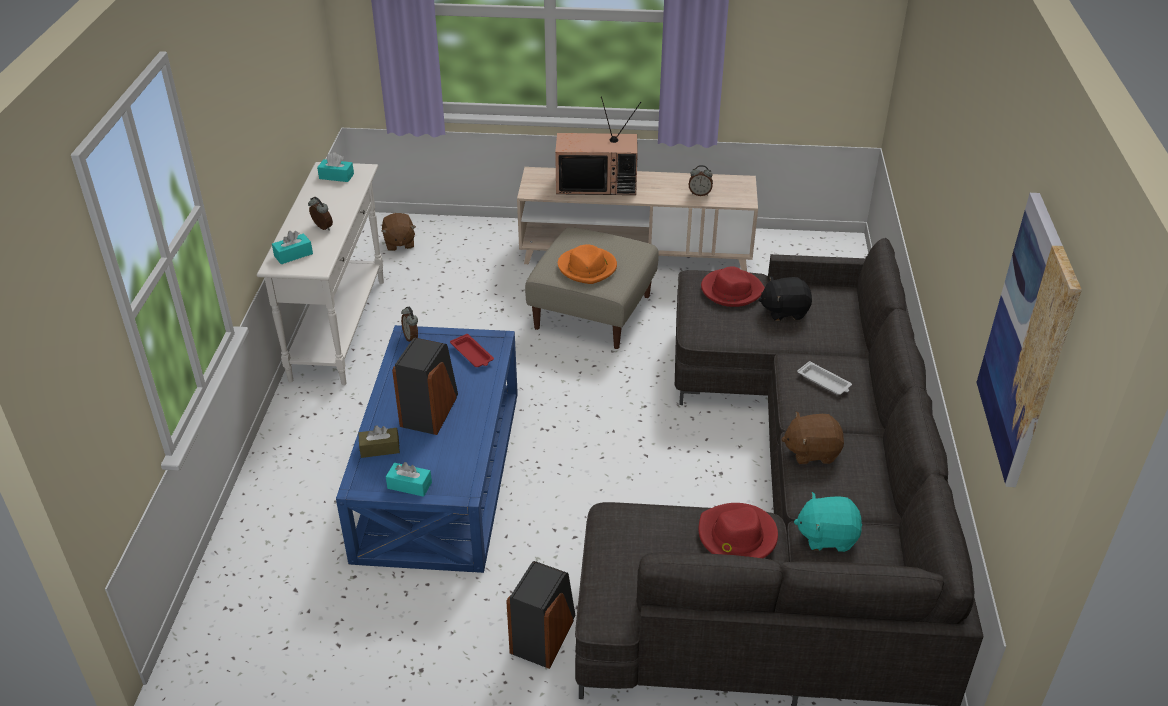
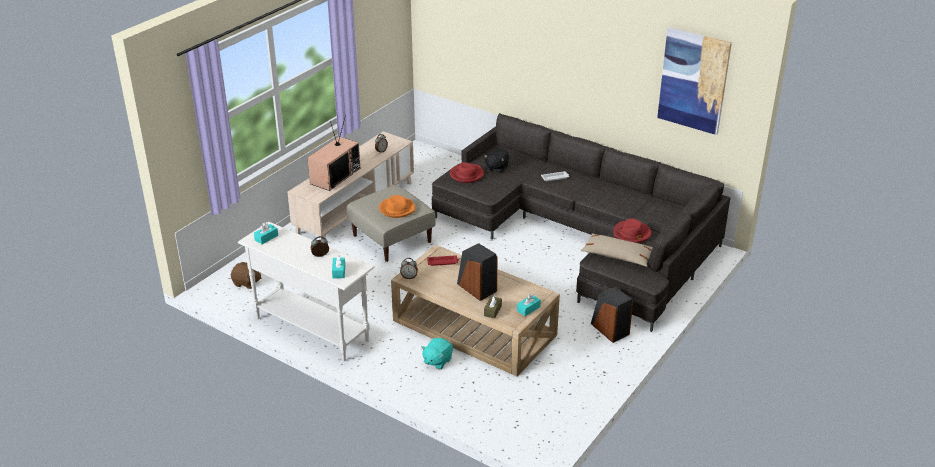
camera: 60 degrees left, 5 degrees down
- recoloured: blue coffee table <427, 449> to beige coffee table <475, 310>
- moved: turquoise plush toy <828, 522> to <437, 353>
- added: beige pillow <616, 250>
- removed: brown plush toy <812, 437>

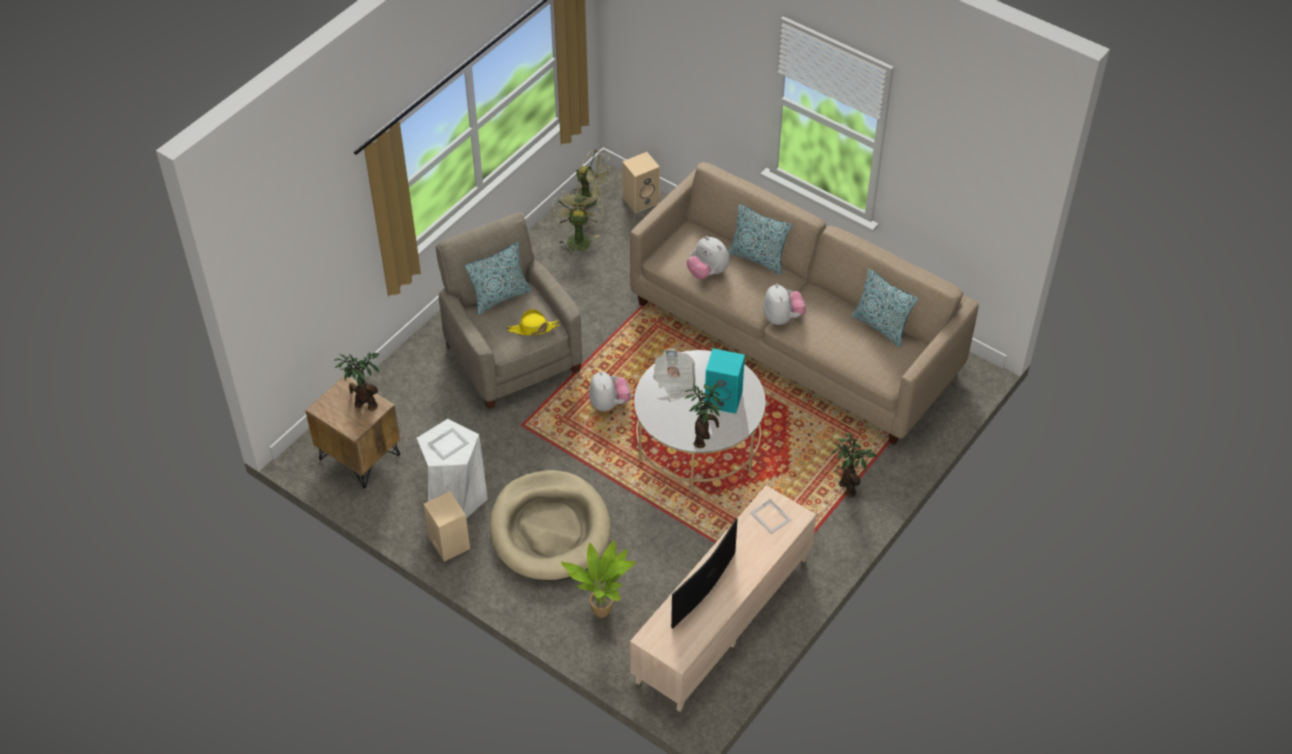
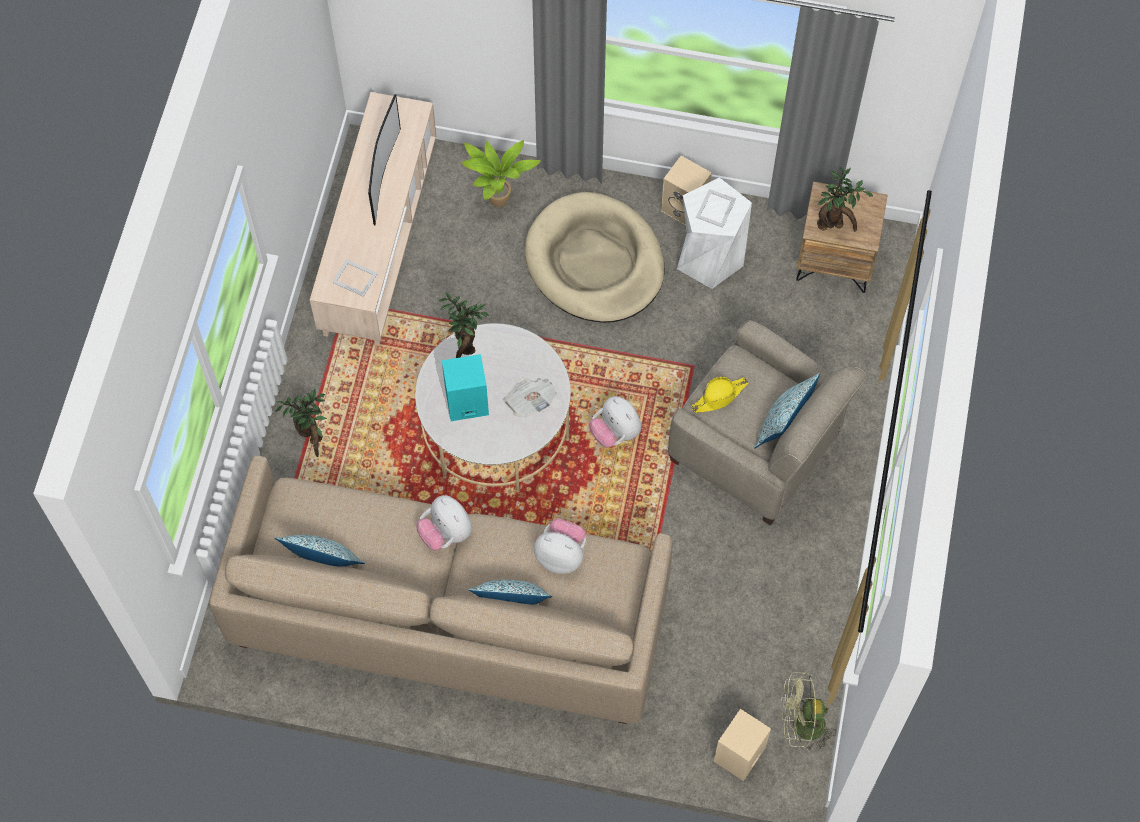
camera: 155 degrees right, 15 degrees up
- removed: green fan <578, 223>

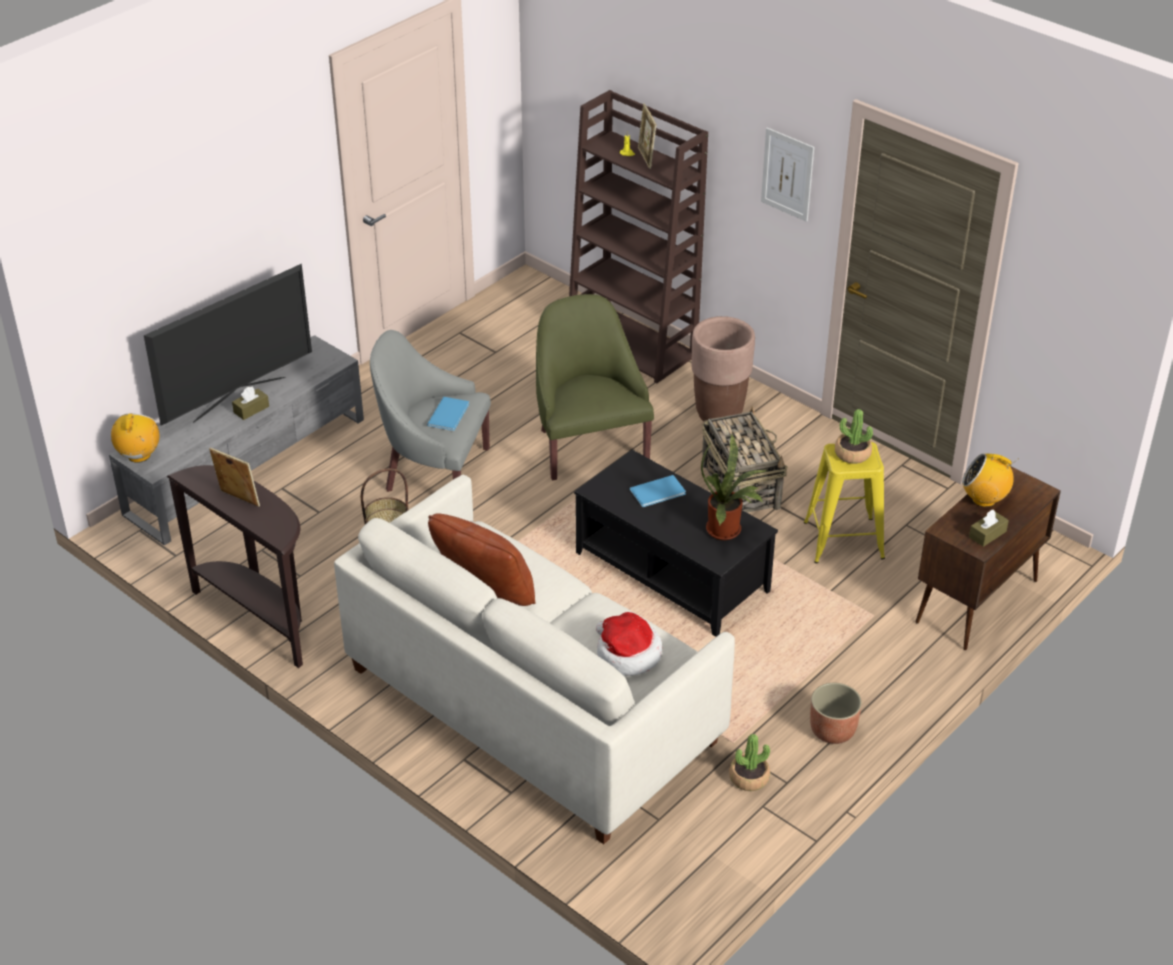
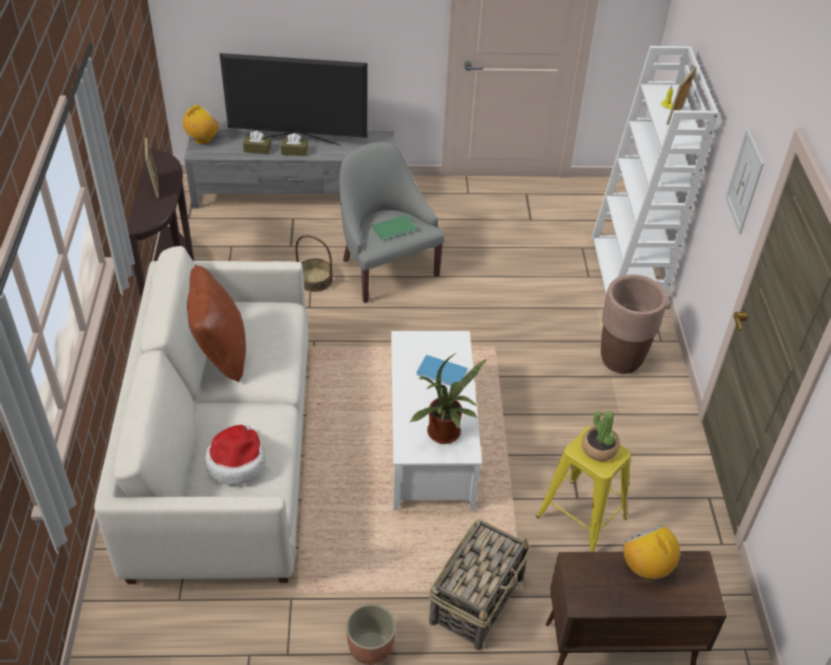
camera: 45 degrees right, 5 degrees up
- moved: brown tissue box <989, 528> to <257, 142>
- recoloured: blue book <448, 414> to green book <394, 228>
- recoloured: black coffee table <676, 543> to white coffee table <436, 420>
- moved: basket <744, 459> to <479, 585>
- recoloured: brown bookcase <638, 236> to white bookcase <655, 172>
- removed: green armchair <595, 387>
- removed: potted plant <749, 762>

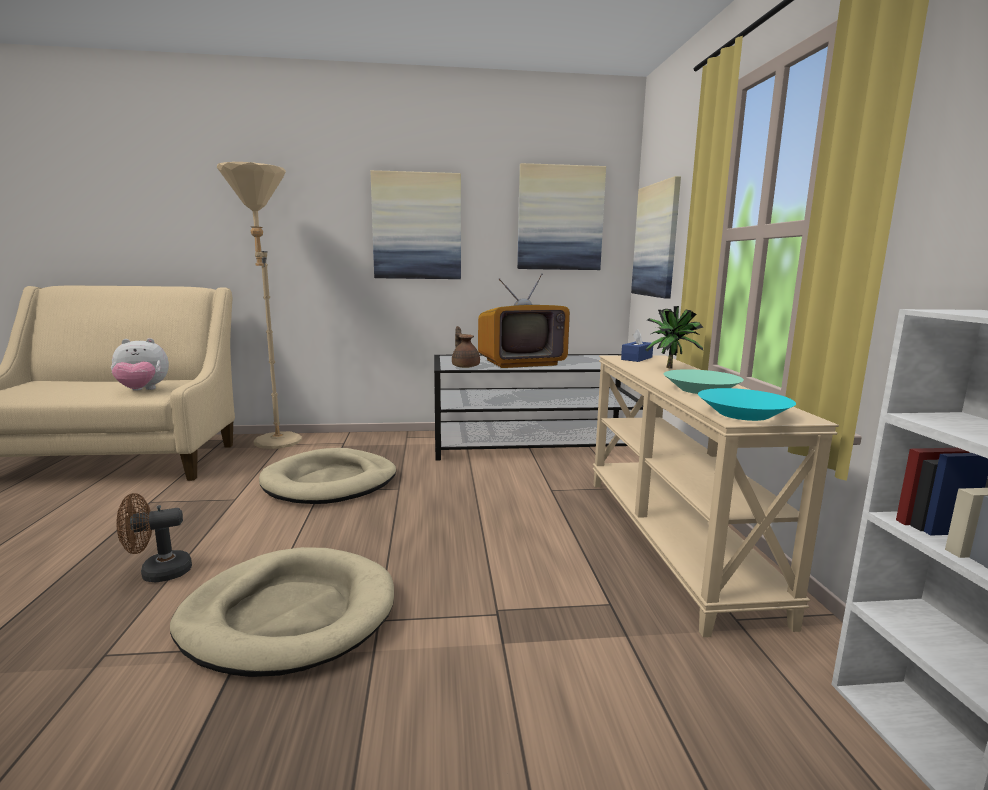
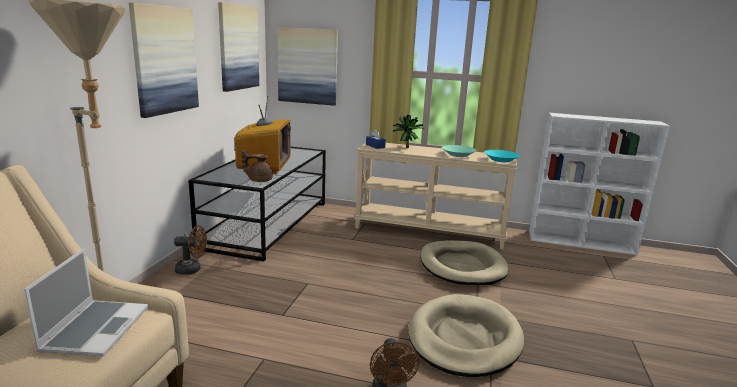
camera: 70 degrees left, 5 degrees up
- replaced: plush toy <140, 364> to laptop <86, 302>
- added: brown fan <190, 250>
- moved: beige dog bed <327, 476> to <464, 262>

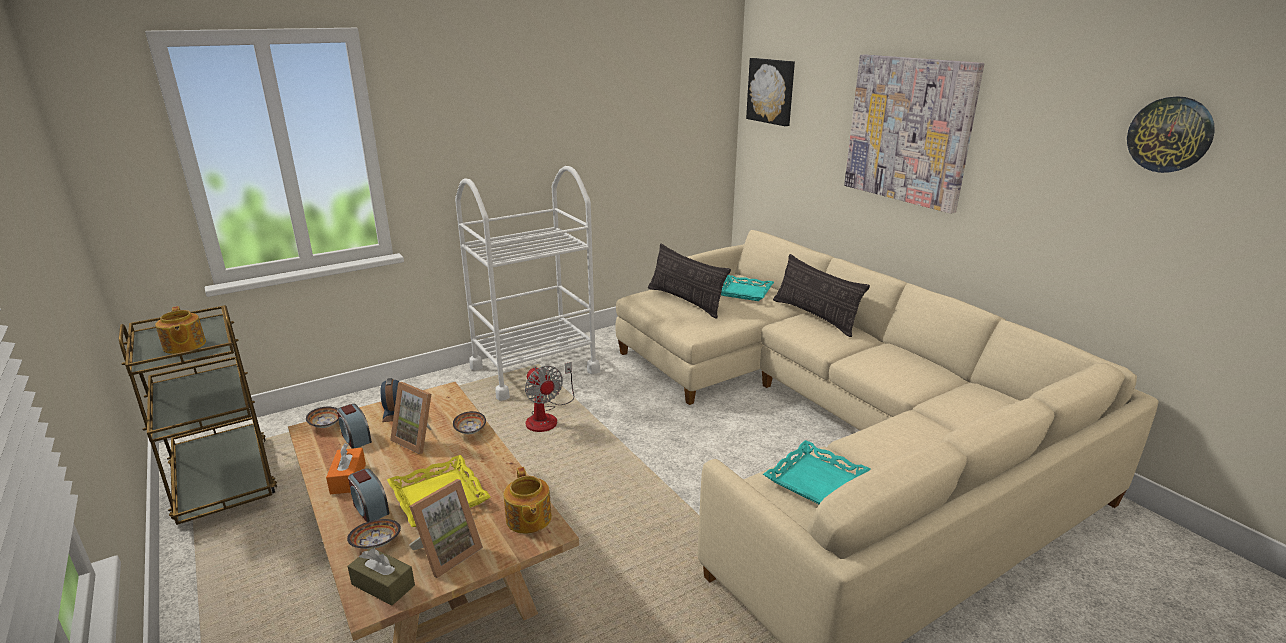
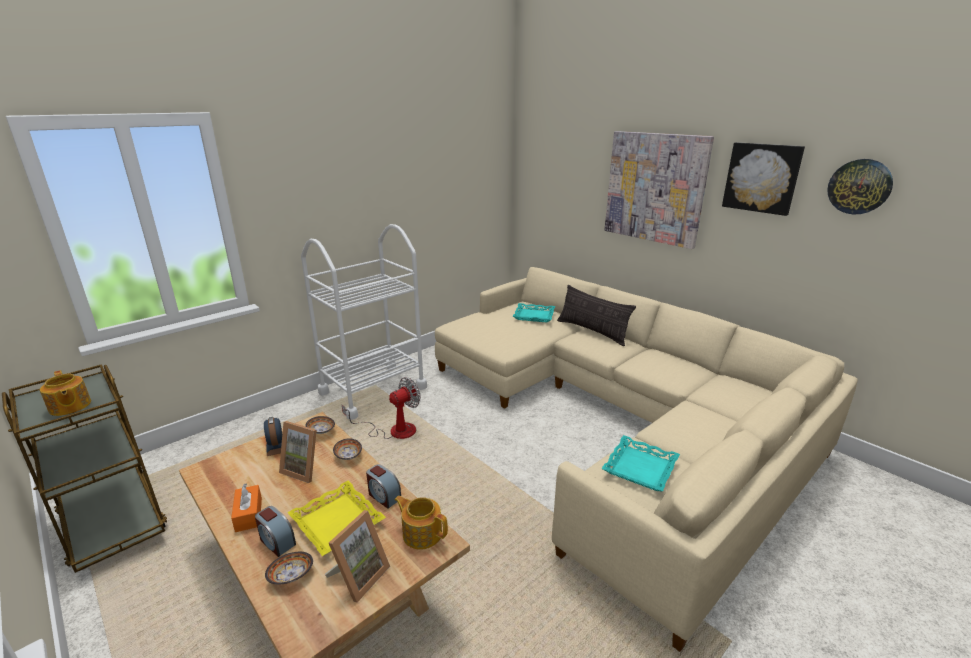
camera: 10 degrees left, 0 degrees up
- moved: bowl <322, 417> to <320, 425>
- turned: fan <550, 397> = <381, 408> 90 degrees counterclockwise
- moved: alarm clock <354, 426> to <383, 486>
- turned: teapot <527, 500> = <421, 522> 150 degrees clockwise
- moved: picture <770, 92> to <763, 179>
- removed: brown tissue box <381, 576>
- removed: pillow <689, 281>

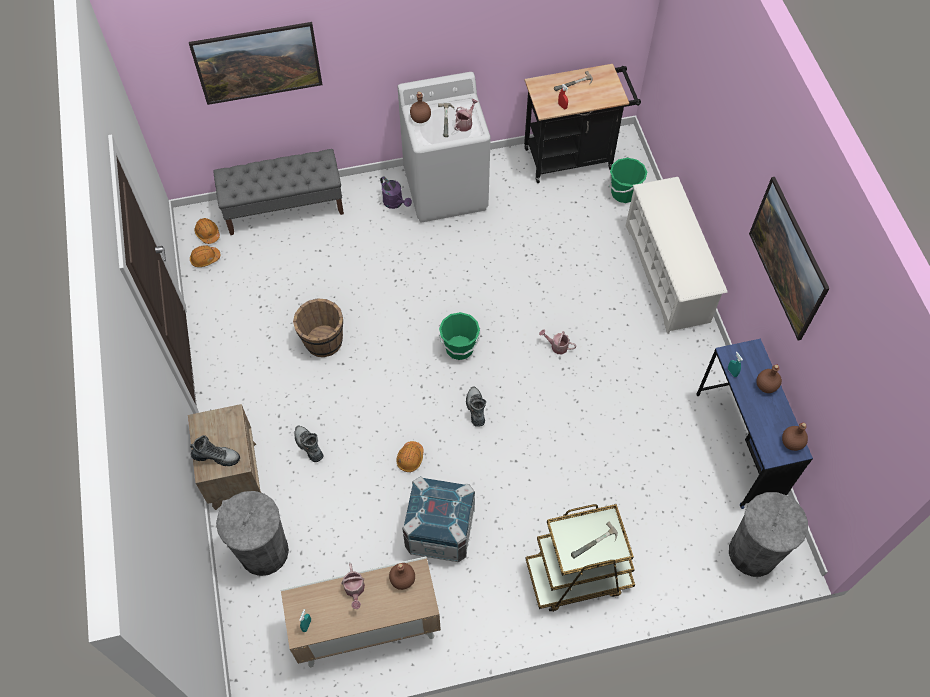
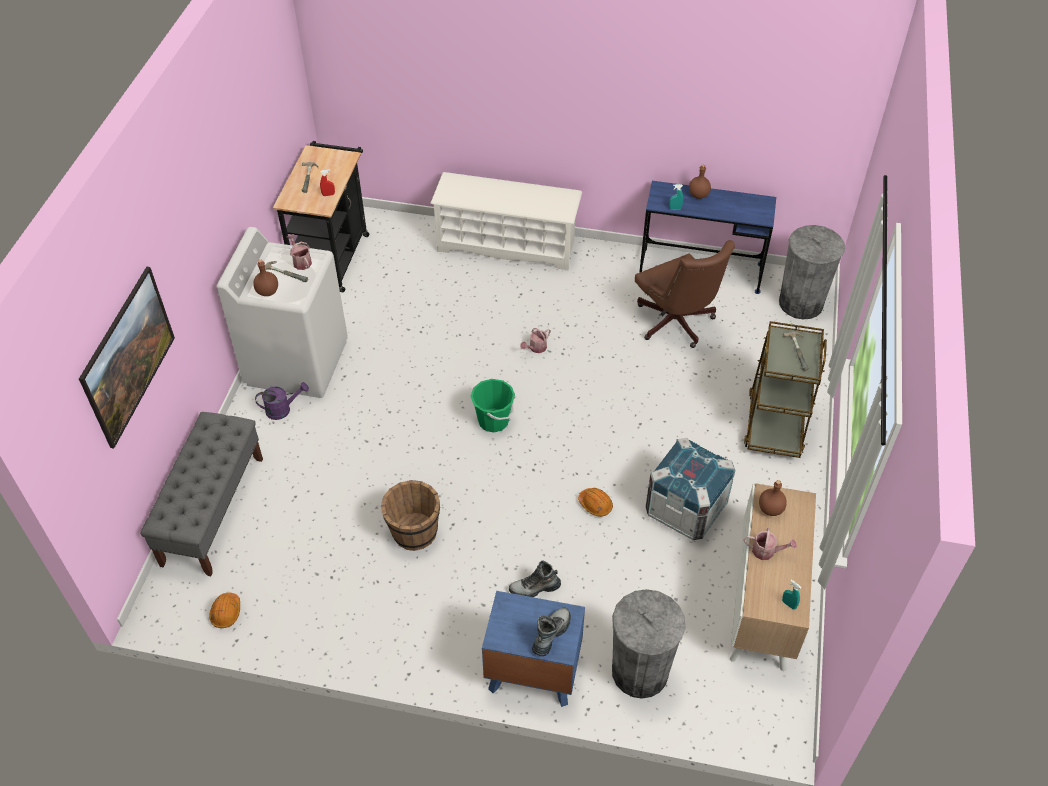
camera: 65 degrees left, 10 degrees down
- recoloured: brown nightstand <224, 457> to blue nightstand <533, 649>
- added: brown office chair <685, 294>
- removed: orange hard hat <207, 231>
- removed: boot <476, 406>
- removed: green bucket <628, 180>
- removed: picture <789, 258>
- removed: brown bottle <795, 437>

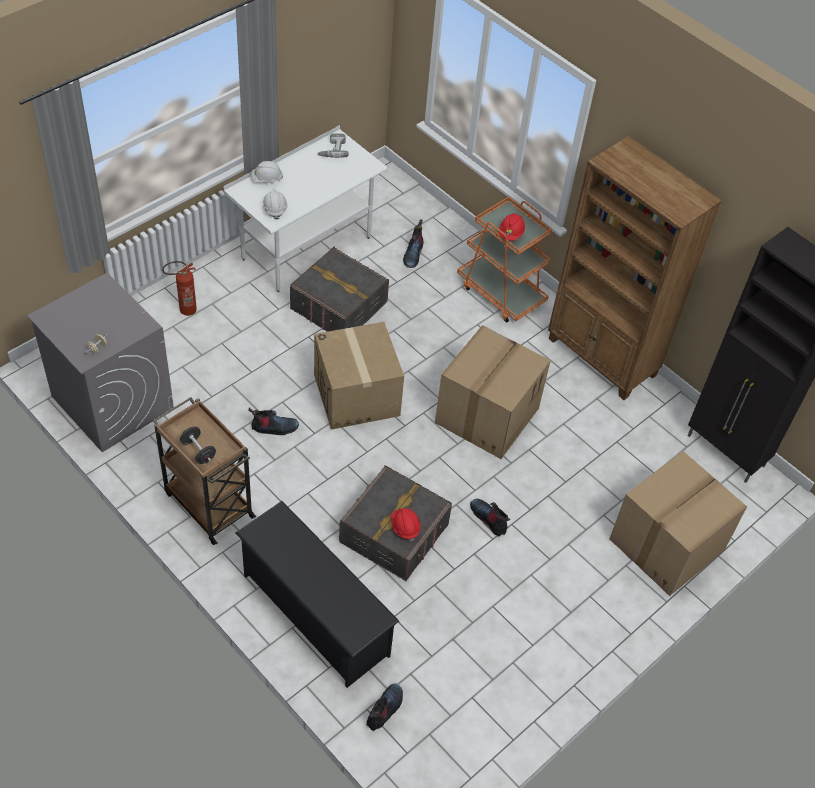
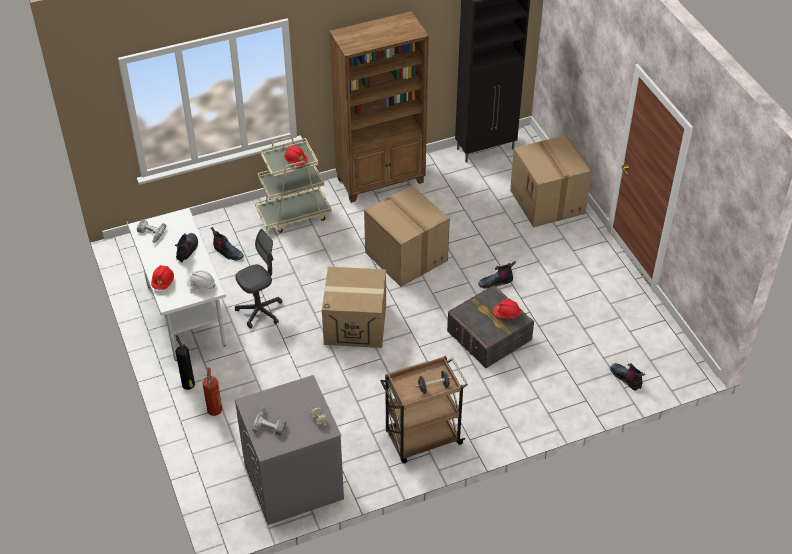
camera: 65 degrees left, 5 degrees down
- recoloured: white hard hat <267, 172> to red hard hat <162, 277>
- moved: boot <273, 421> to <186, 247>
- added: fire extinguisher <185, 362>
- replaced: grey storage box <339, 289> to grey office chair <258, 279>
- added: power drill <269, 421>
- recoloured: orange cart <504, 259> to beige cart <293, 185>
- removed: black shoe rack <317, 594>

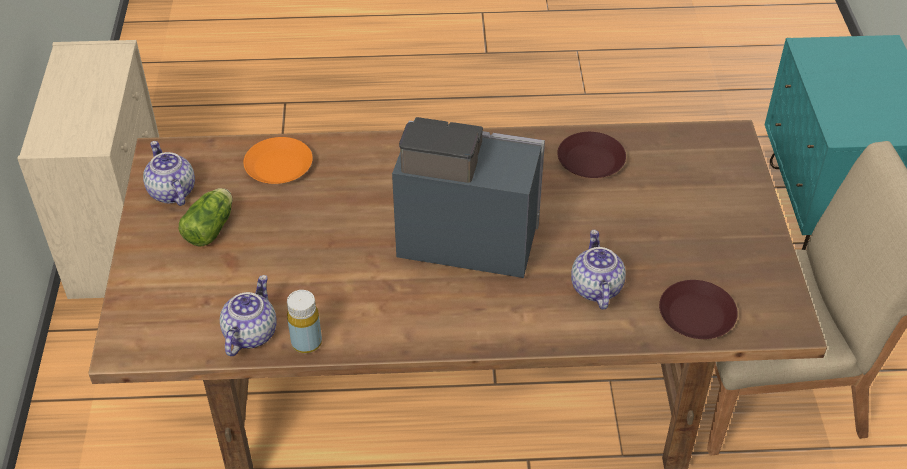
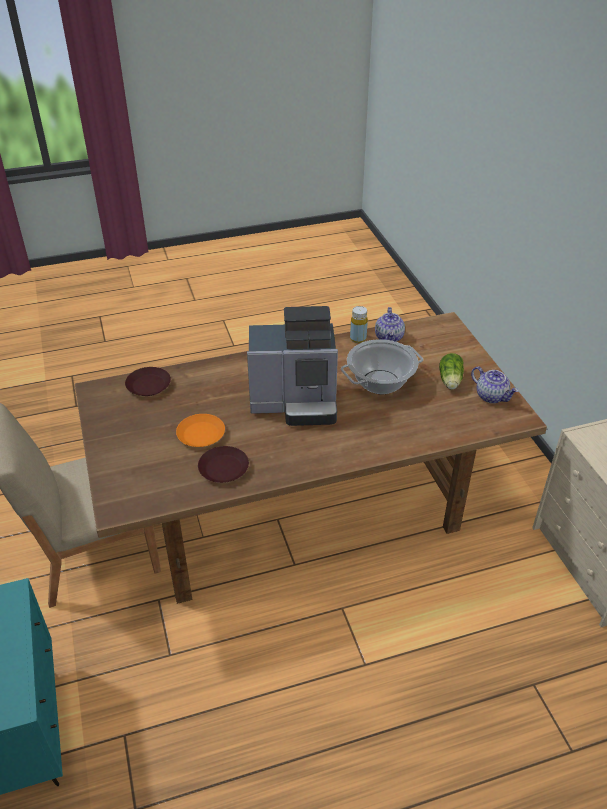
camera: 165 degrees right, 5 degrees down
- moved: orange plate <278, 160> to <200, 430>
- added: cooking pot <382, 366>
- removed: teapot <598, 269>

